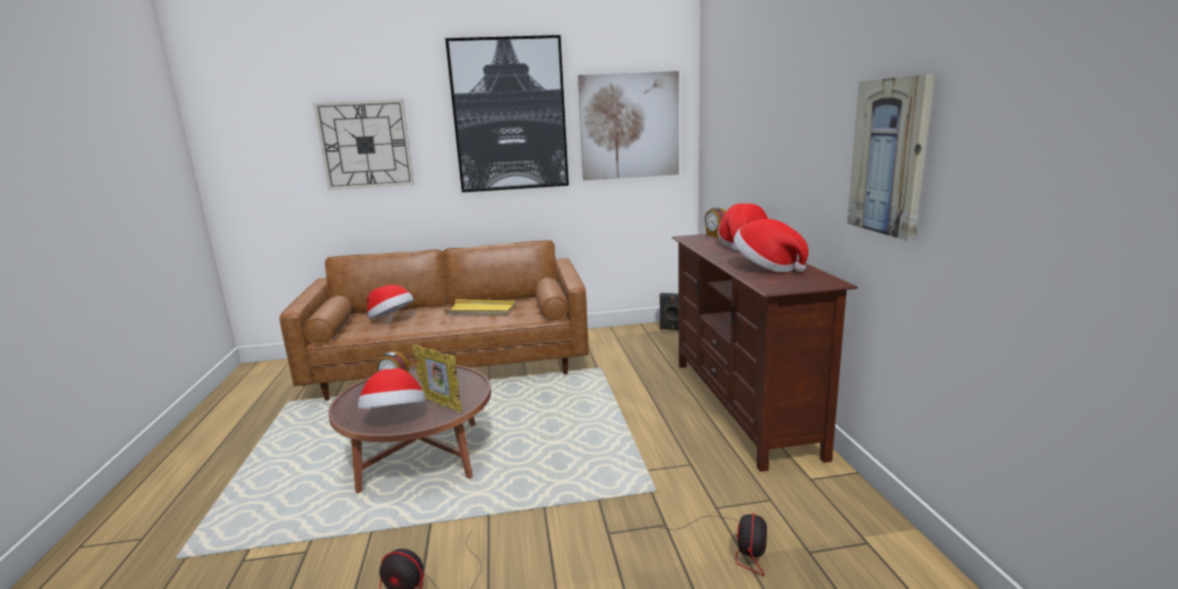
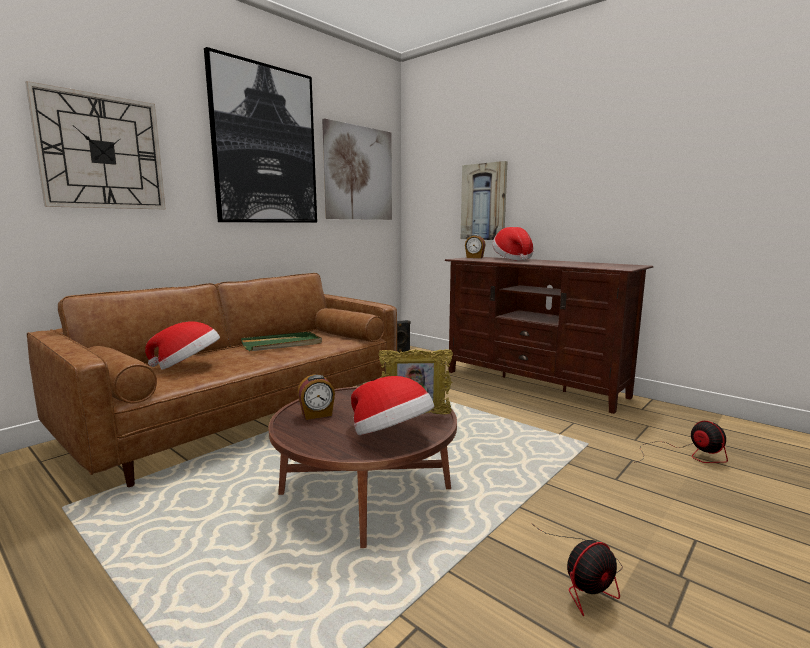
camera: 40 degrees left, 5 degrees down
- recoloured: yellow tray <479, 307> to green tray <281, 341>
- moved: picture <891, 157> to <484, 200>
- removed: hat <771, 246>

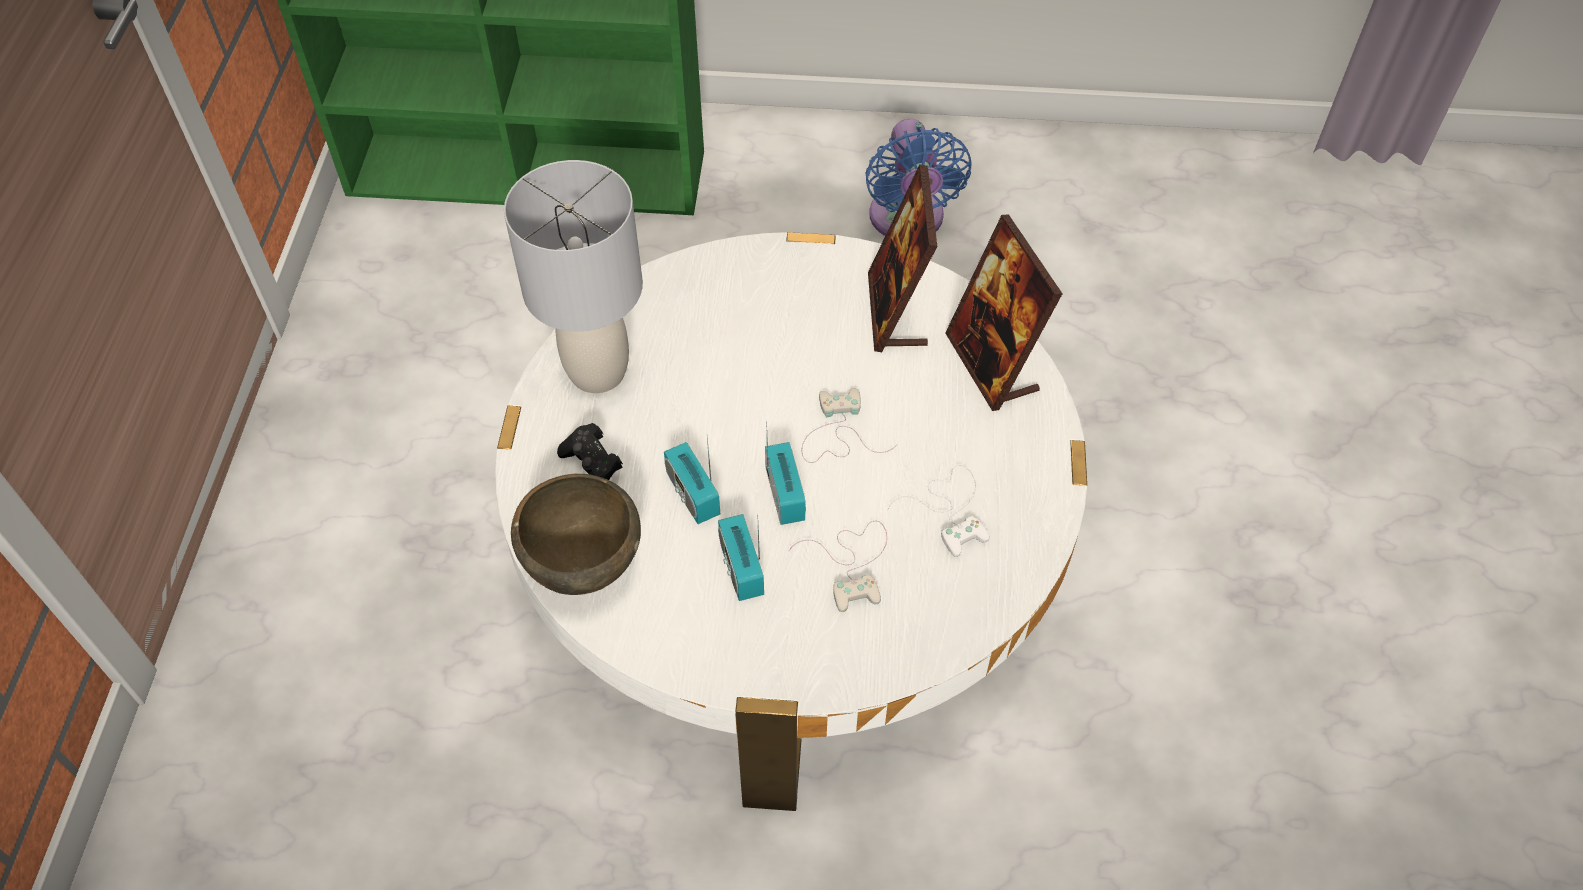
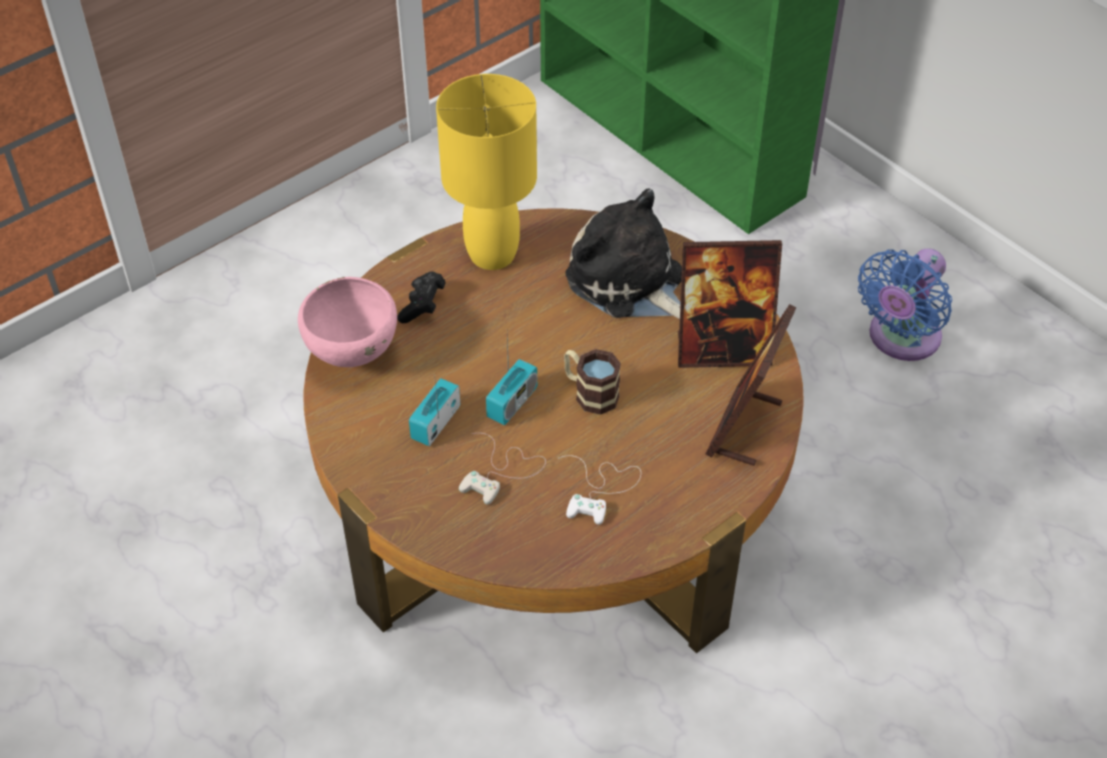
camera: 45 degrees right, 5 degrees down
- recoloured: brown bowl <576, 534> to pink bowl <347, 322>
- recoloured: white coffee table <791, 521> to brown coffee table <554, 430>
- recoloured: grey table lamp <573, 276> to yellow table lamp <486, 172>
- replaced: white game controller <850, 425> to mug <592, 382>
- added: plush toy <623, 253>
- turned: picture frame <902, 258> = <730, 304> 135 degrees counterclockwise
- removed: radio <692, 481>

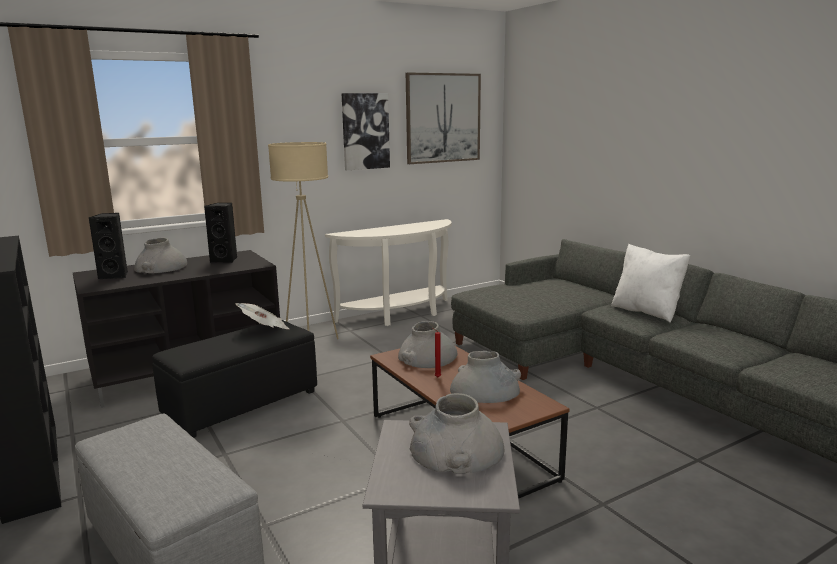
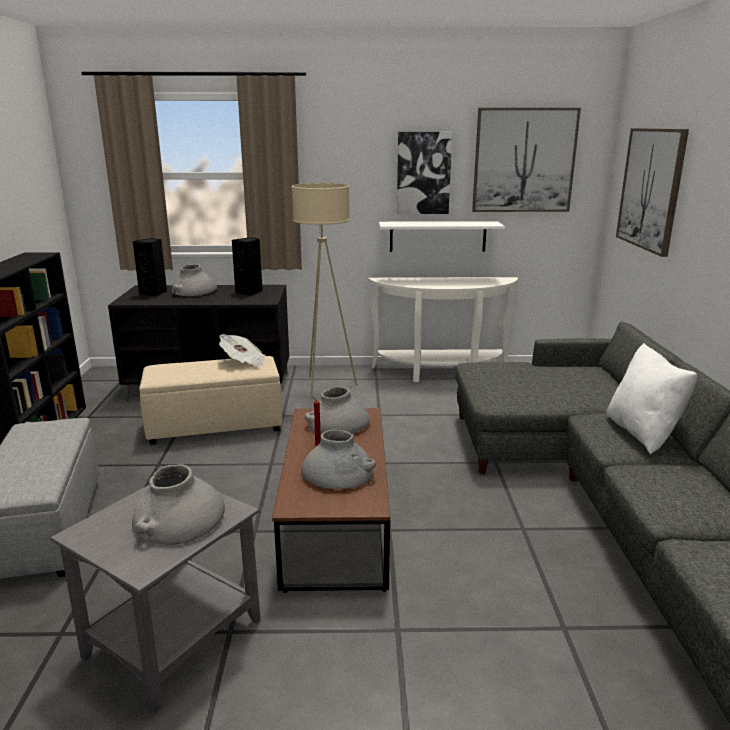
camera: 30 degrees right, 5 degrees up
- recoloured: black ottoman <234, 379> to beige ottoman <210, 400>
- added: white shelf <442, 236>
- added: picture <652, 192>

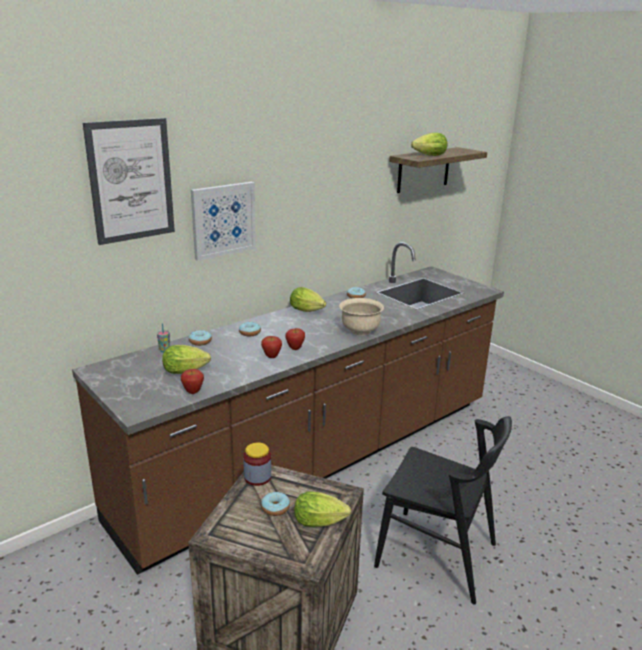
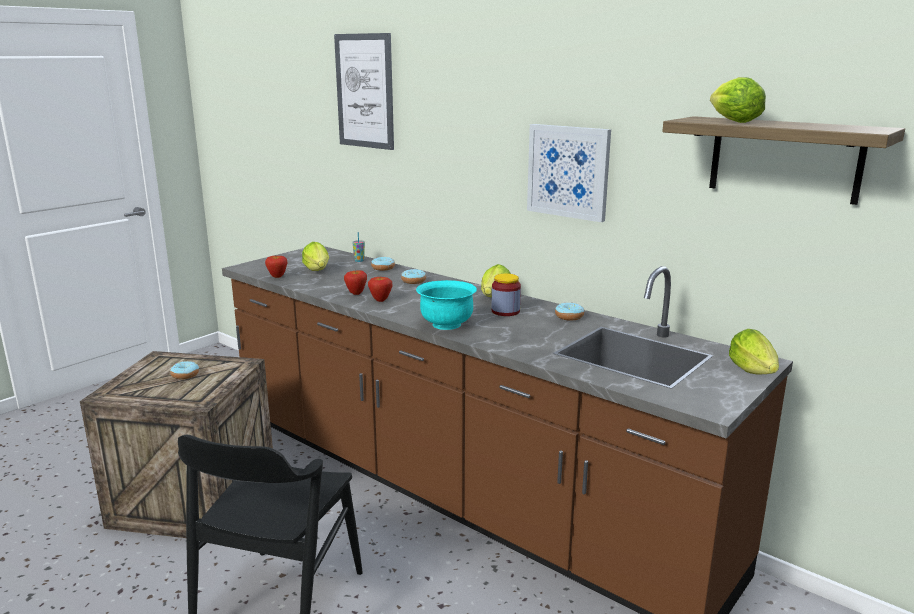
camera: 80 degrees right, 5 degrees down
- recoloured: beige bowl <361, 317> to turquoise bowl <446, 305>
- moved: jar <257, 464> to <506, 295>
- moved: picture <223, 221> to <569, 173>
- moved: lettuce <322, 509> to <754, 351>

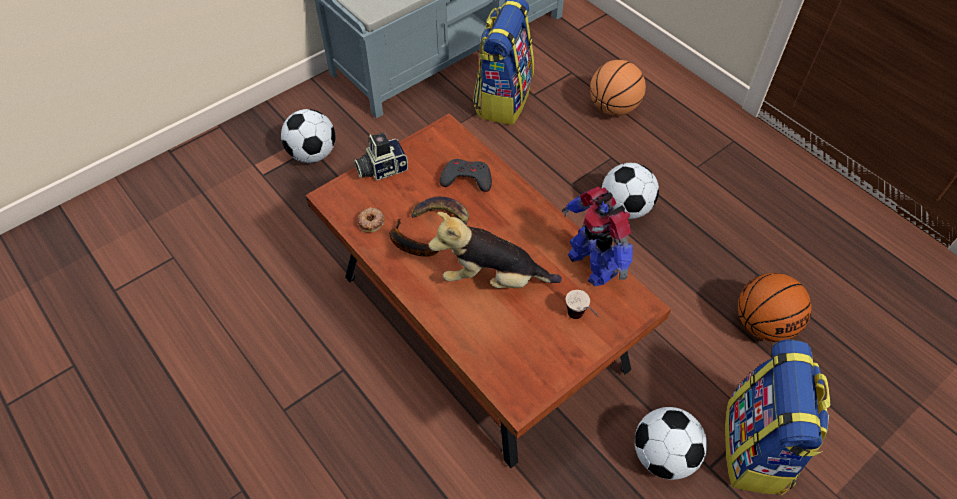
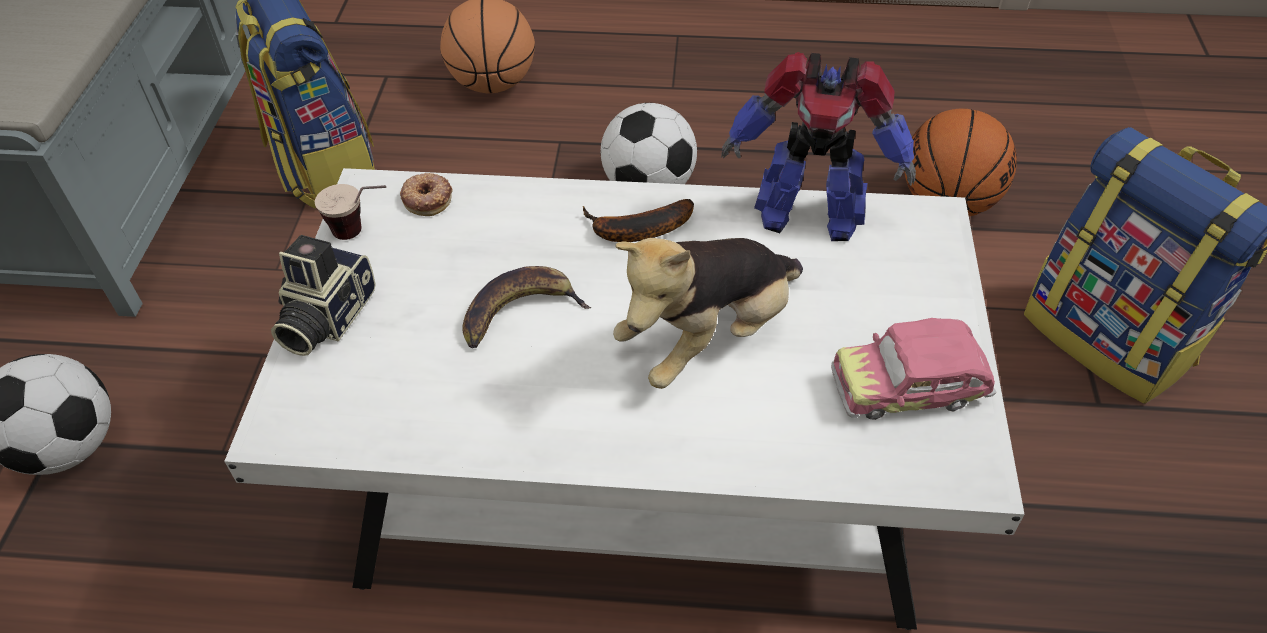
camera: 45 degrees left, 5 degrees down
- recoloured: brown coffee table <488, 290> to white coffee table <624, 399>
- moved: cup <582, 304> to <350, 212>
- moved: donut <371, 220> to <426, 194>
- moved: banana <414, 238> to <638, 220>
- added: toy car <914, 369>
- removed: grey game controller <466, 175>
- removed: football <671, 443>

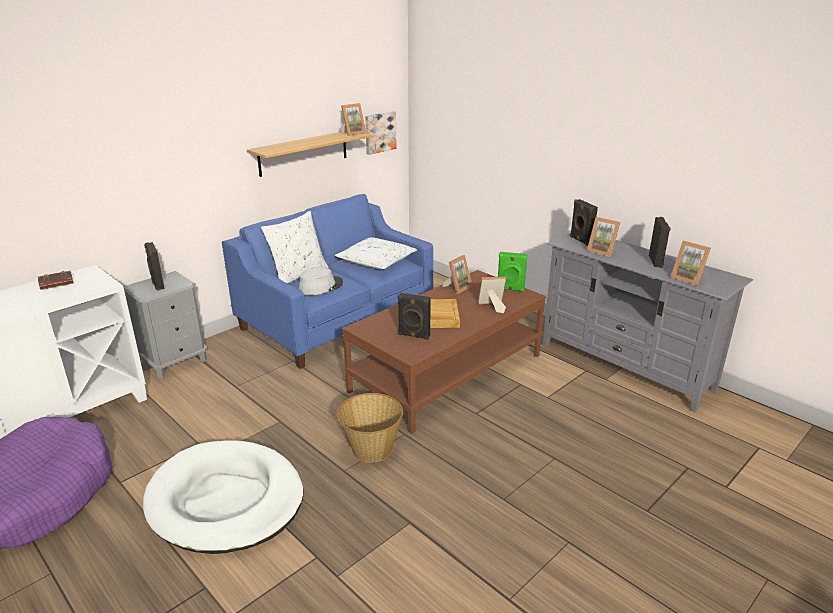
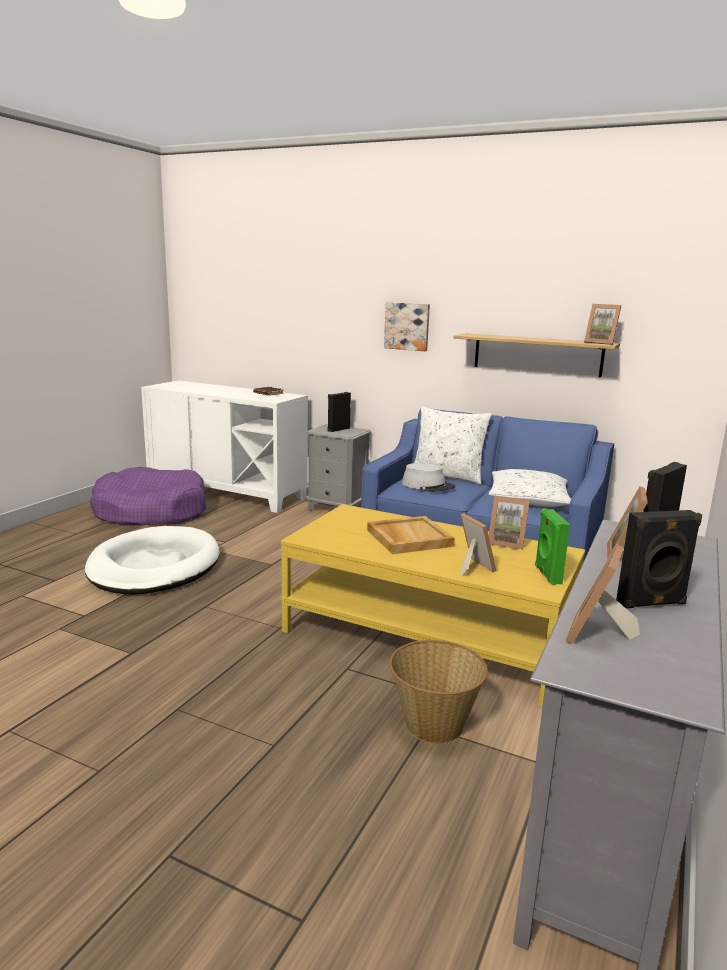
camera: 70 degrees right, 10 degrees down
- recoloured: brown coffee table <444, 352> to yellow coffee table <433, 605>
- moved: picture <380, 133> to <407, 326>
- moved: basket <369, 428> to <438, 692>
- removed: black speaker <414, 316>

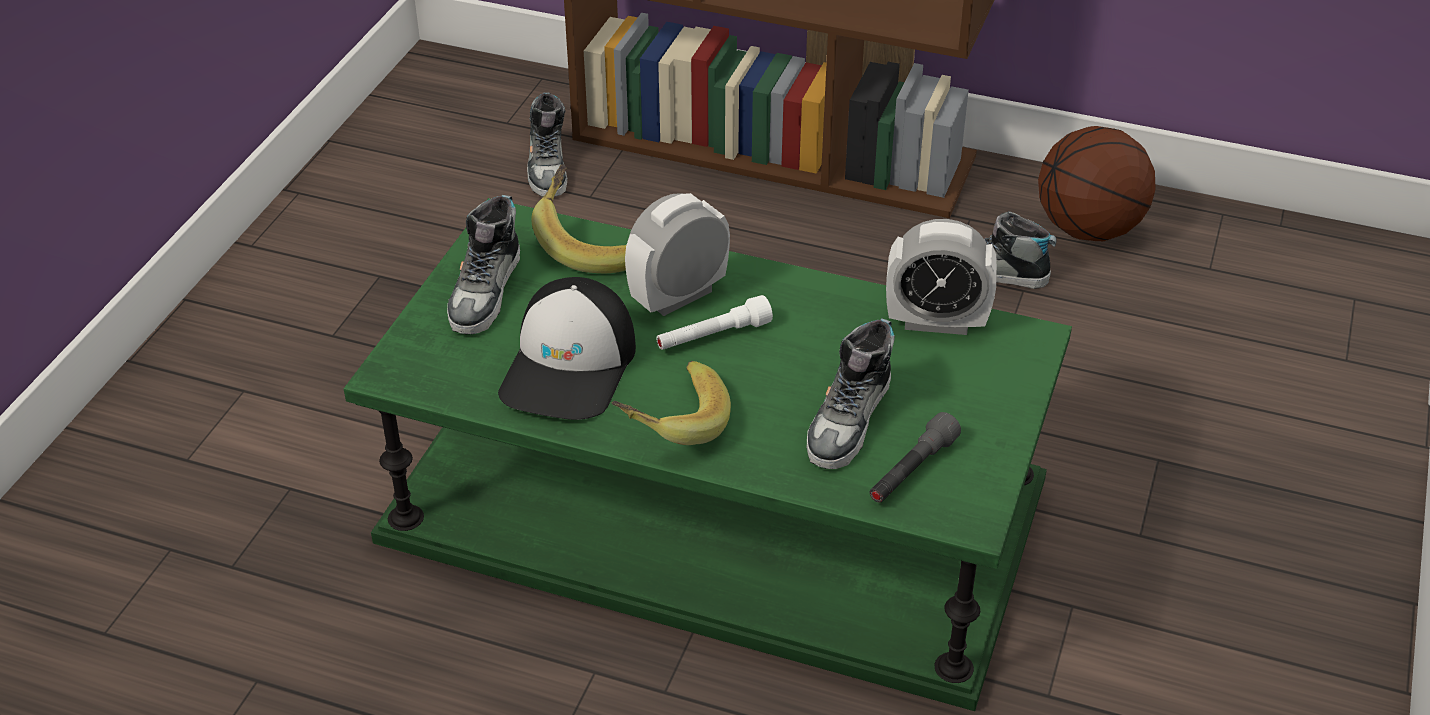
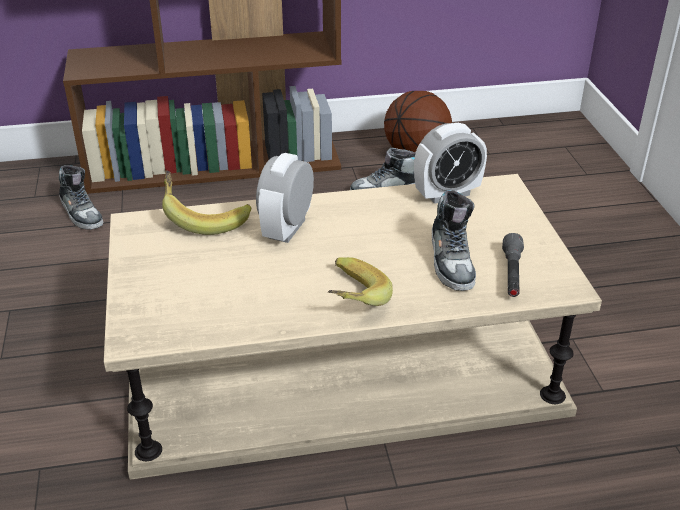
camera: 30 degrees left, 5 degrees down
- recoloured: green coffee table <708, 454> to beige coffee table <353, 327>
- removed: shoe <483, 264>
- removed: cap <567, 348>
- removed: white flashlight <714, 322>

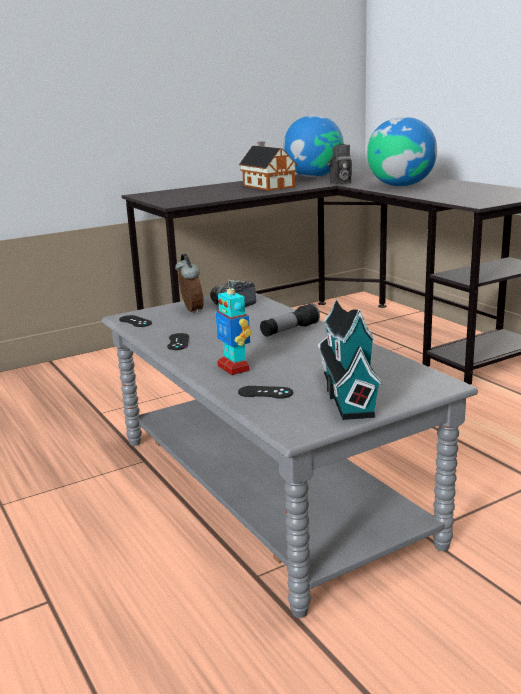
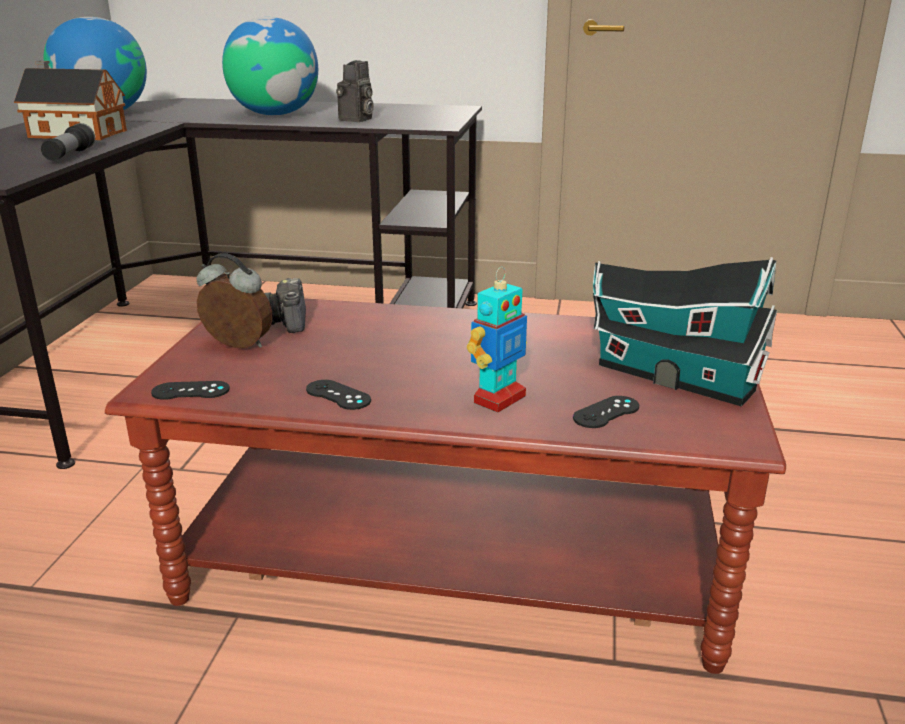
camera: 50 degrees left, 5 degrees up
- moved: flashlight <290, 320> to <68, 142>
- recoloured: grey coffee table <290, 455> to brown coffee table <445, 486>
- moved: photo camera <340, 164> to <355, 91>
- turned: toy robot <234, 327> = <497, 340> 60 degrees counterclockwise

